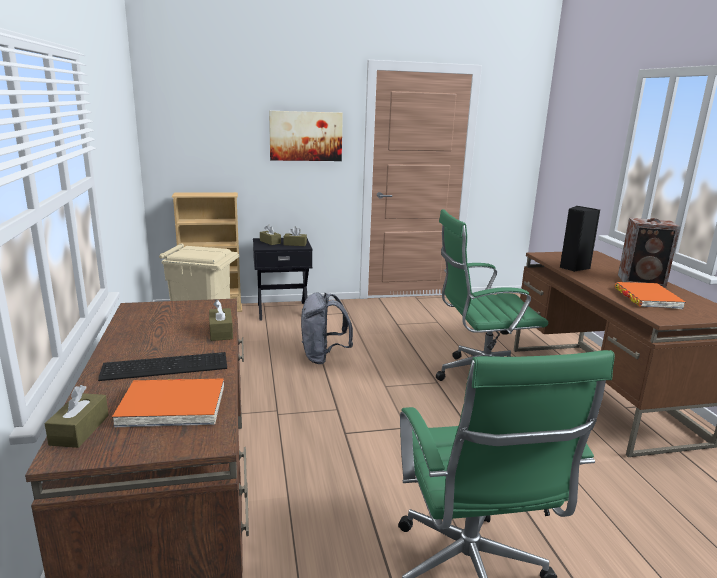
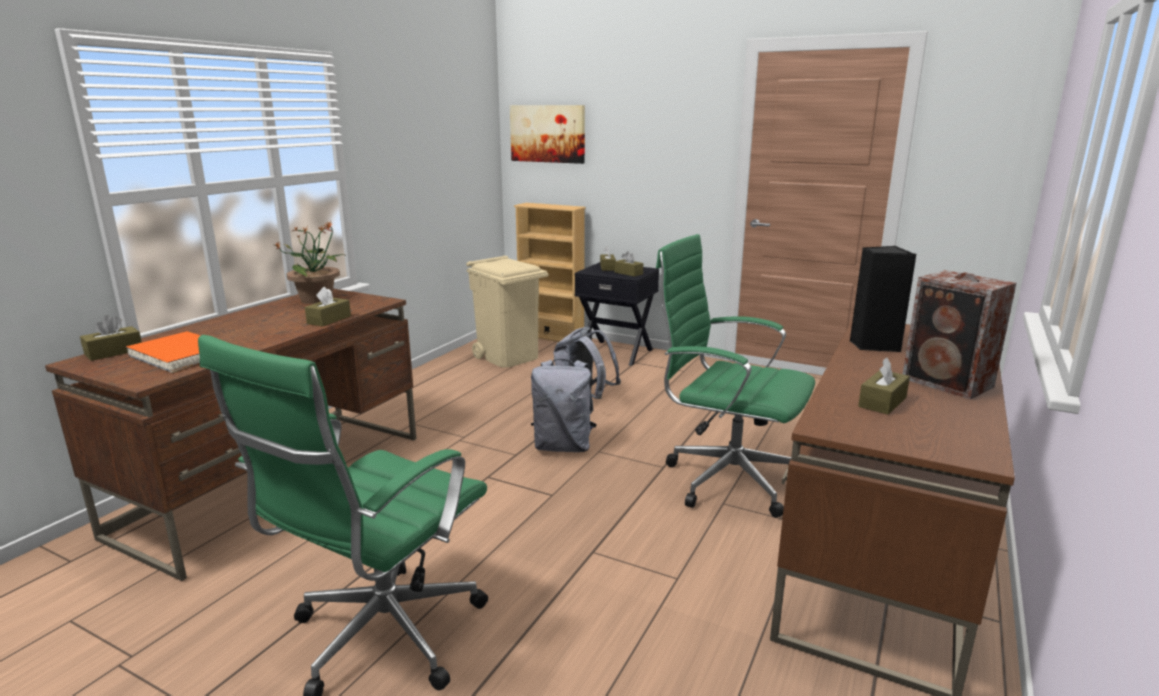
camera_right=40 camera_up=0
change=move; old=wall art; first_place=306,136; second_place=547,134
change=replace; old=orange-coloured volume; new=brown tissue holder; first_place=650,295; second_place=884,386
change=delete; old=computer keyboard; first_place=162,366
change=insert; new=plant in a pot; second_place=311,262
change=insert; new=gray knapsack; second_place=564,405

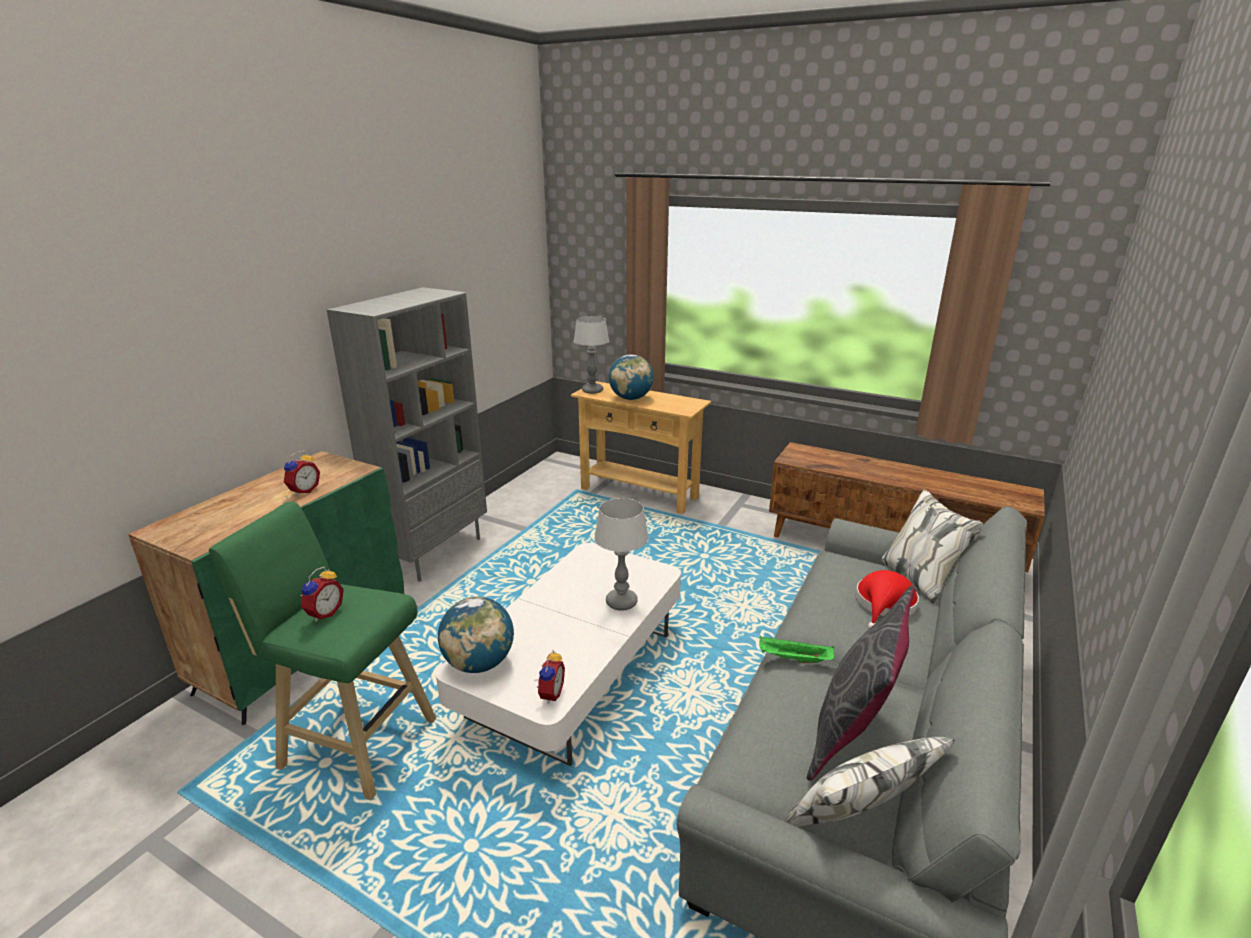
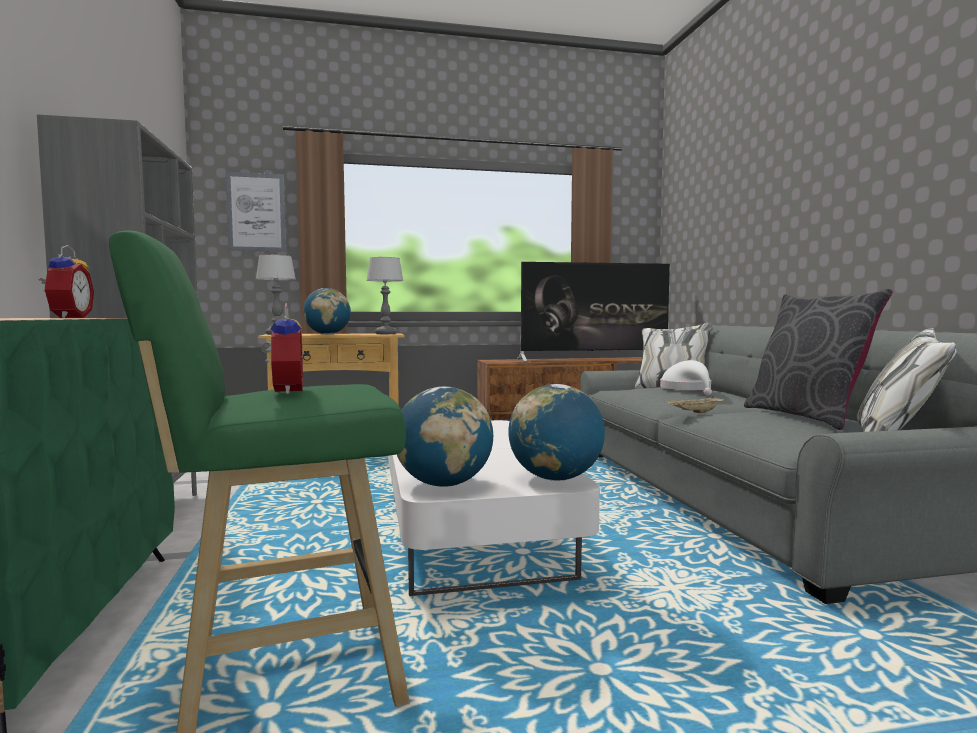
camera_right=-40 camera_up=-20
change=move; old=table lamp; first_place=621,554; second_place=385,295
change=recolor; old=red-coloured clothing hat; new=whitish clothing hat; first_place=887,599; second_place=686,378
change=recolor; old=green tray; new=beige tray; first_place=796,649; second_place=694,404
change=replace; old=table clock; new=desk globe; first_place=549,677; second_place=556,432
change=insert; new=wall art; second_place=256,212
change=insert; new=television; second_place=593,312

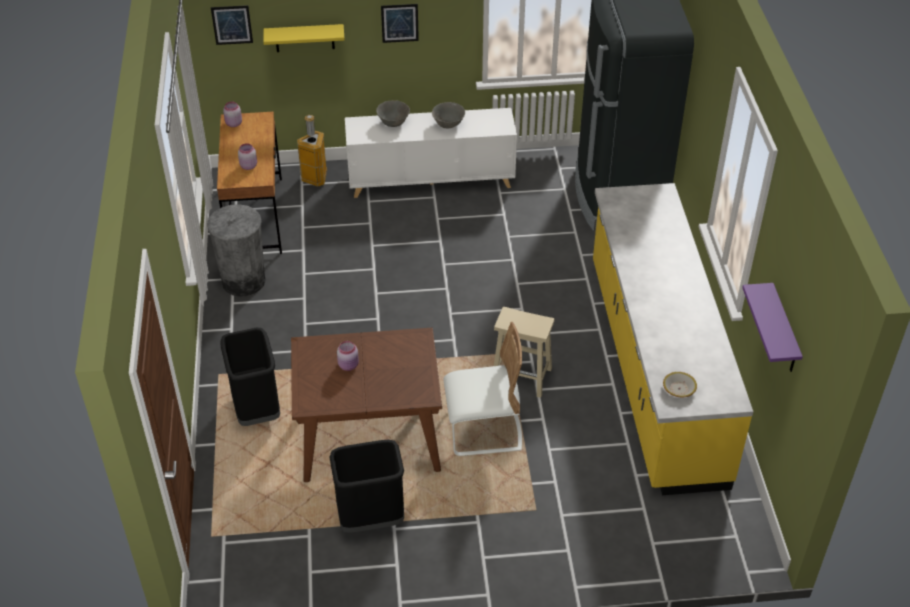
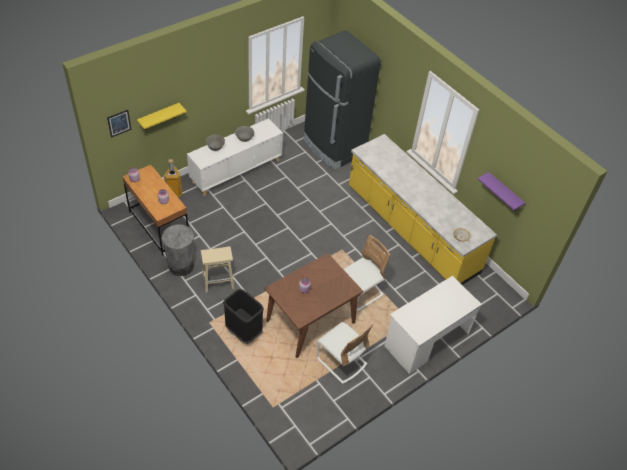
camera_right=-35 camera_up=5
change=delete; old=wall art; first_place=400,23
change=move; old=beige stool seat; first_place=524,352; second_place=217,269
change=replace; old=blackish waste bin; new=whitish plain chair; first_place=367,486; second_place=344,353
change=insert; new=whitish desk table; second_place=433,325

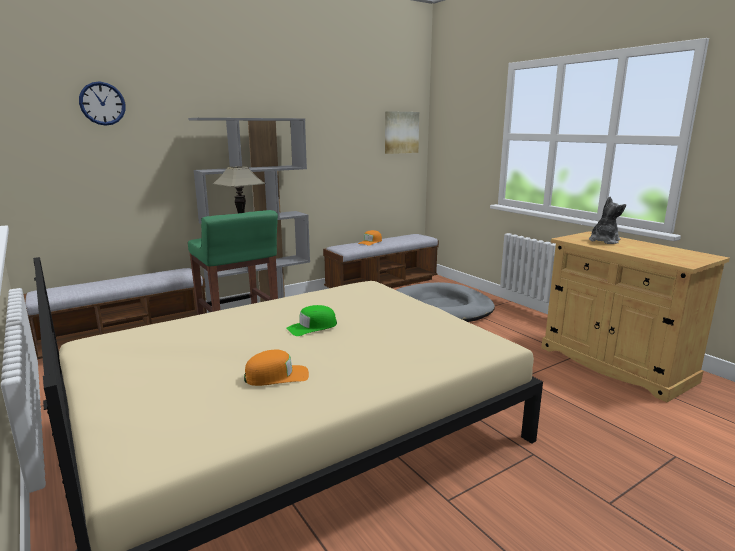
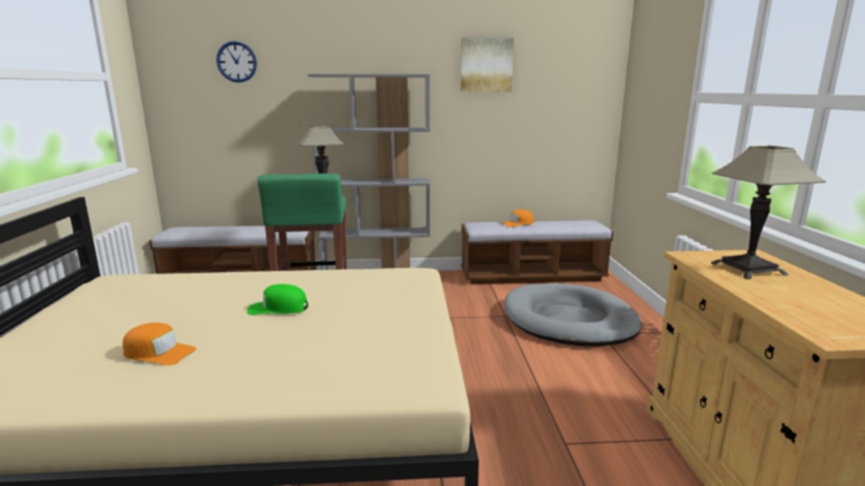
camera_right=30 camera_up=0
change=move; old=wall art; first_place=402,132; second_place=487,64
change=replace; old=soft toy; new=table lamp; first_place=607,220; second_place=768,212

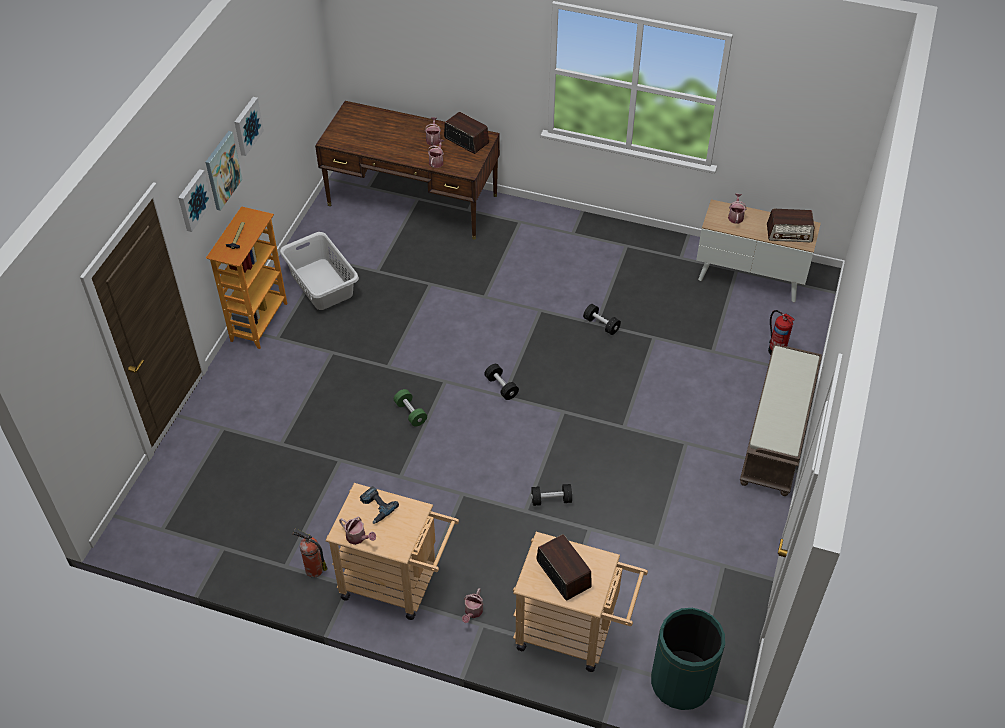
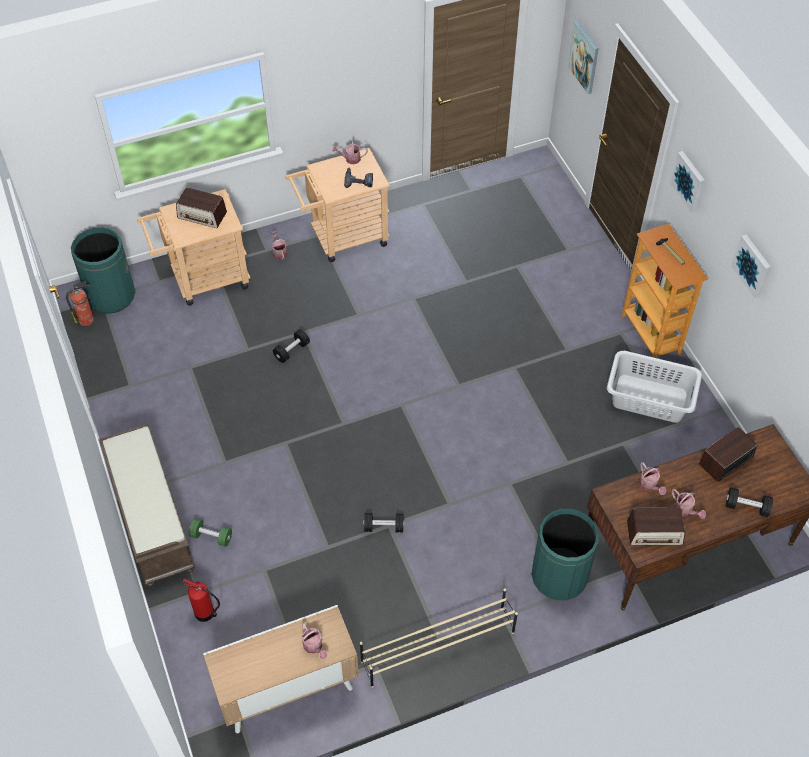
camera_right=140 camera_up=5
change=move; old=wall art; first_place=224,171; second_place=583,57
change=move; old=radio; first_place=791,225; second_place=728,454
change=move; old=blackish free weight; first_place=501,382; second_place=749,502
change=move; old=green free weight; first_place=410,408; second_place=210,532
change=move; old=fire extinguisher; first_place=309,553; second_place=80,303
change=insert; new=green waste bin; second_place=565,554
change=insert; new=beige shoe shelf; second_place=439,638

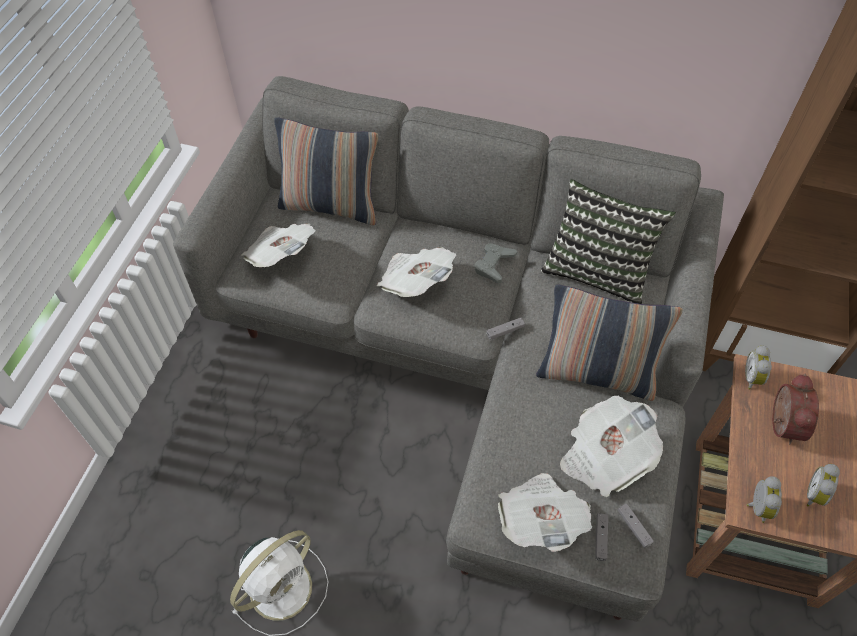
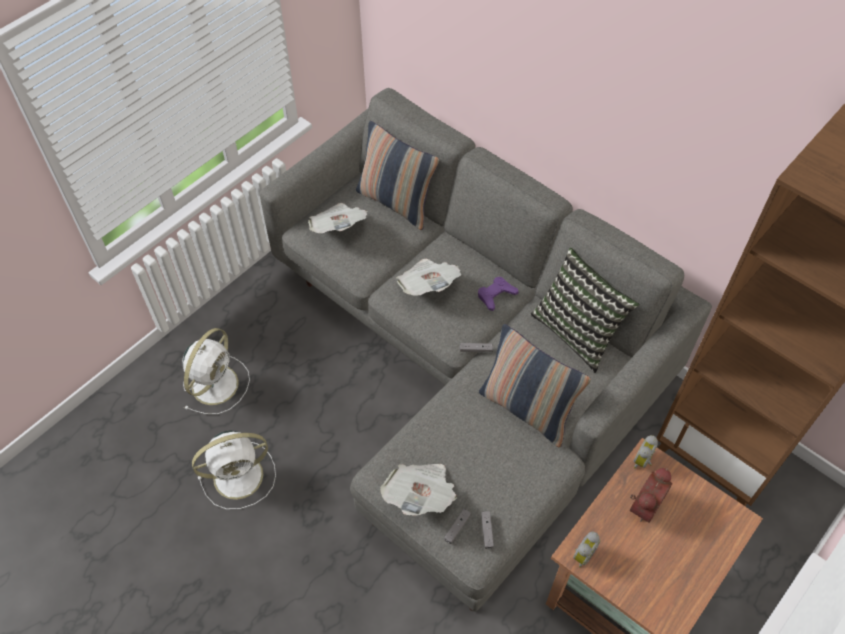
camera_right=25 camera_up=0
change=recolor; old=gray game controller; new=purple-coloured game controller; first_place=496,263; second_place=498,294
change=delete; old=newspaper; first_place=611,446
change=delete; old=table clock; first_place=823,485
change=insert; new=whitish cooling fan; second_place=216,371

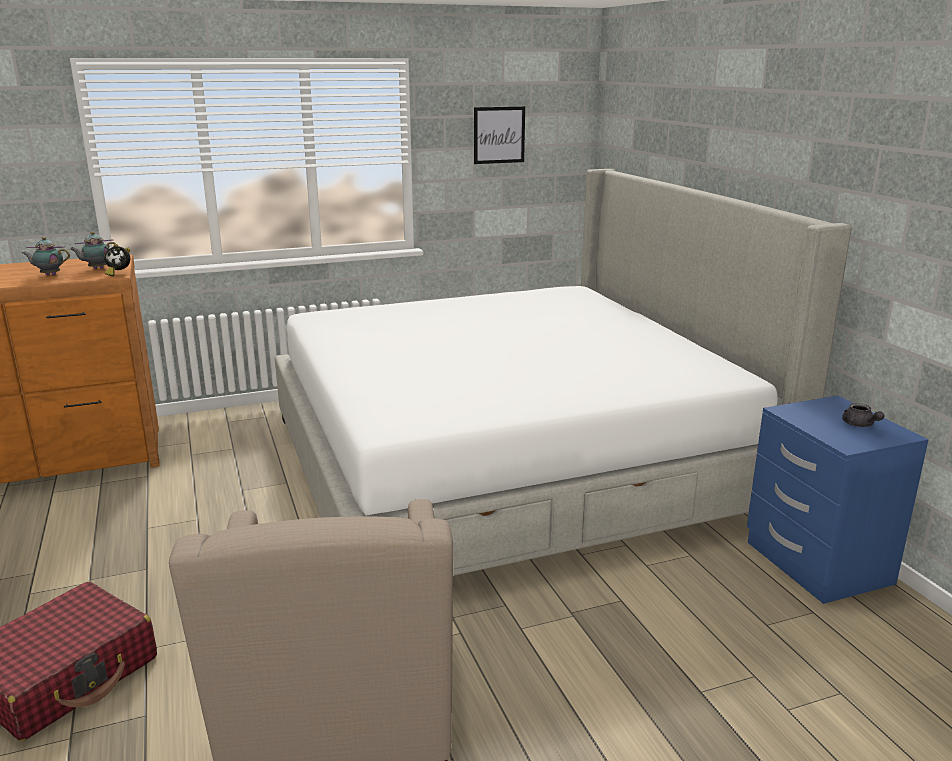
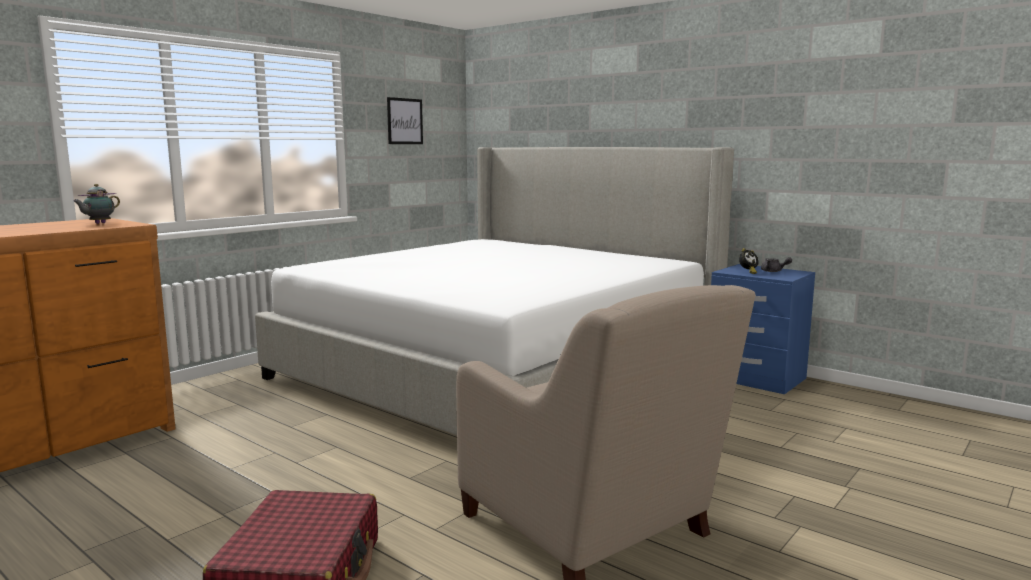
camera_right=-30 camera_up=-10
change=delete; old=tea pot; first_place=46,256
change=move; old=table clock; first_place=117,260; second_place=749,261

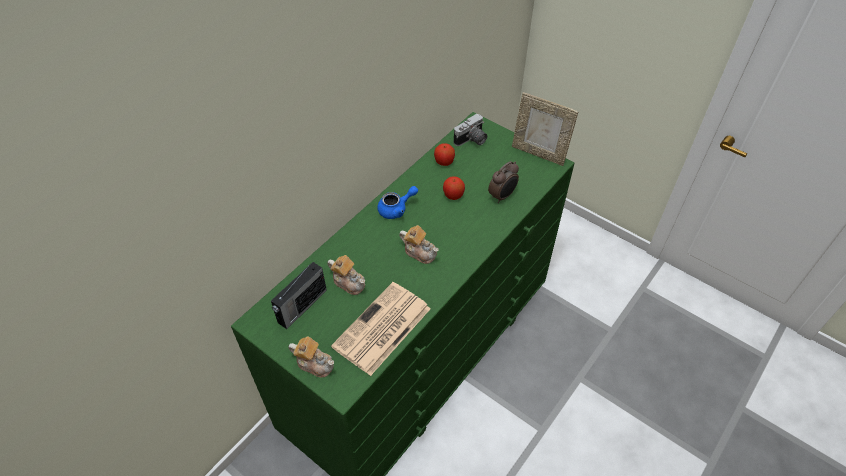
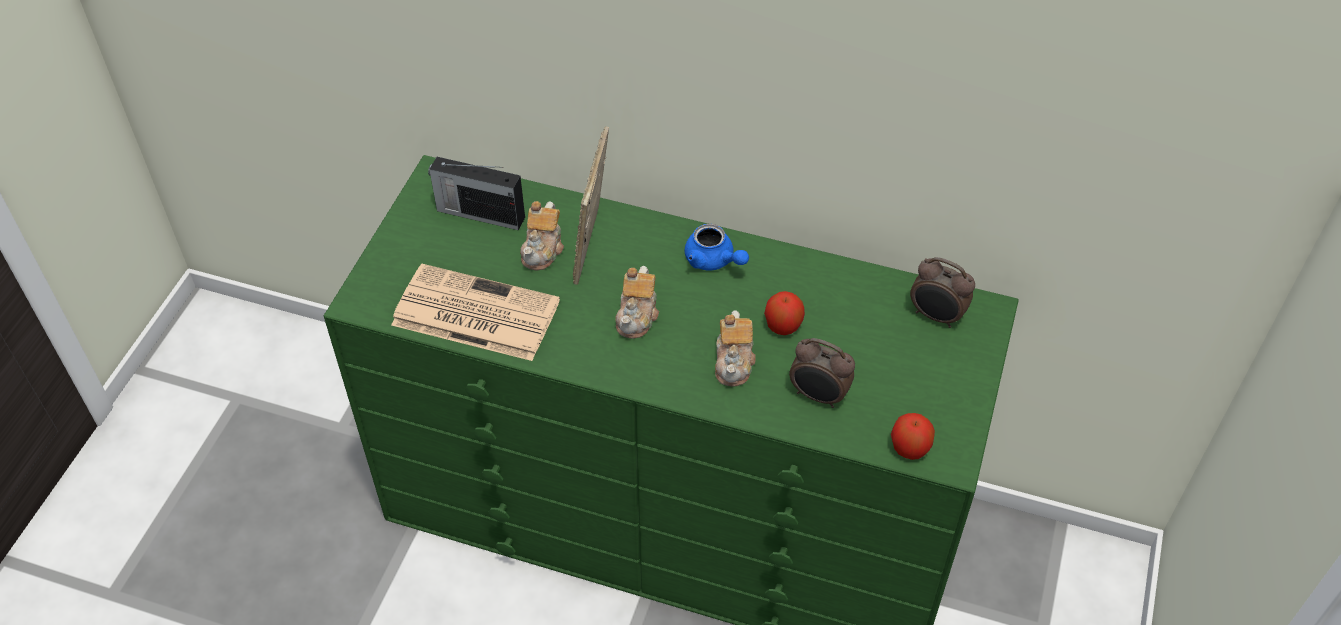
camera_right=70 camera_up=0
change=move; old=standing frame; first_place=545,129; second_place=591,205
change=replace; old=still camera; new=table clock; first_place=470,130; second_place=942,292
change=move; old=apple; first_place=444,154; second_place=913,436
change=move; old=tea pot; first_place=311,356; second_place=735,348

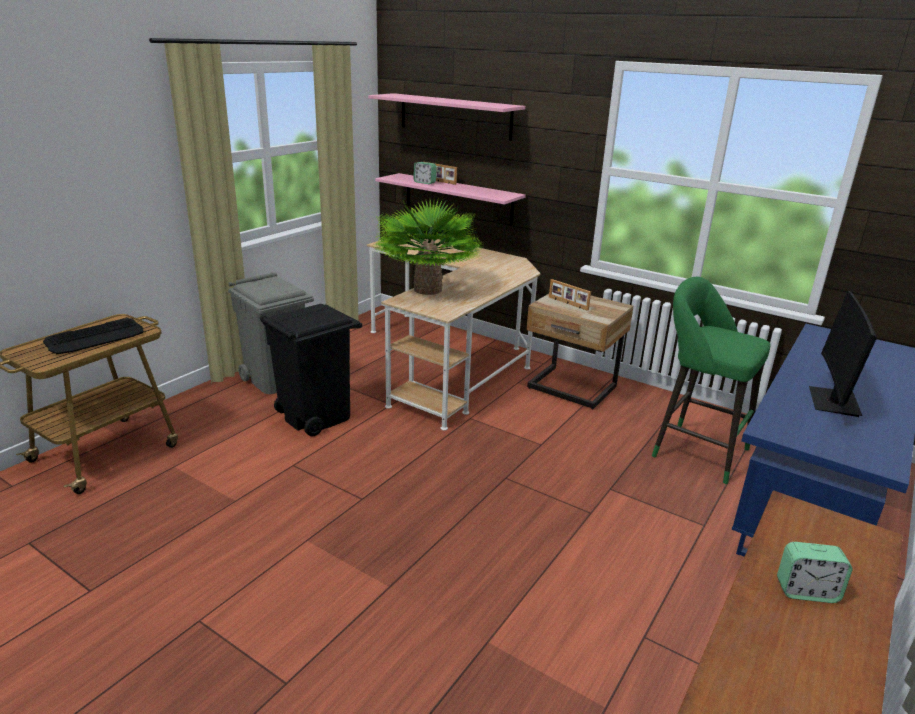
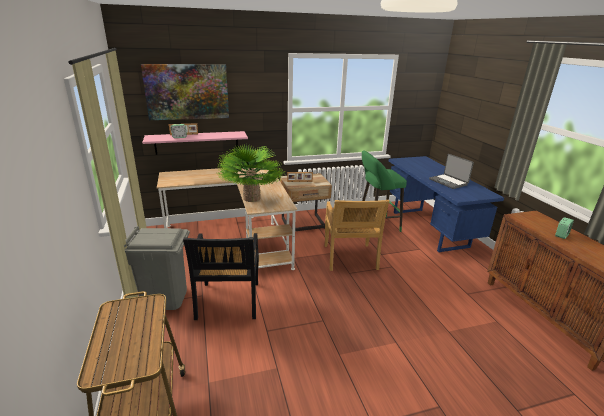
camera_right=-50 camera_up=0
change=replace; old=pink-coloured wall shelf; new=wall art; first_place=446,117; second_place=185,92
change=replace; old=computer screen; new=laptop; first_place=843,354; second_place=451,171
change=replace; old=blackish waste bin; new=blackish plain chair; first_place=311,370; second_place=221,276
change=delete; old=computer keyboard; first_place=93,336
change=insert; new=beige plain chair; second_place=357,235

